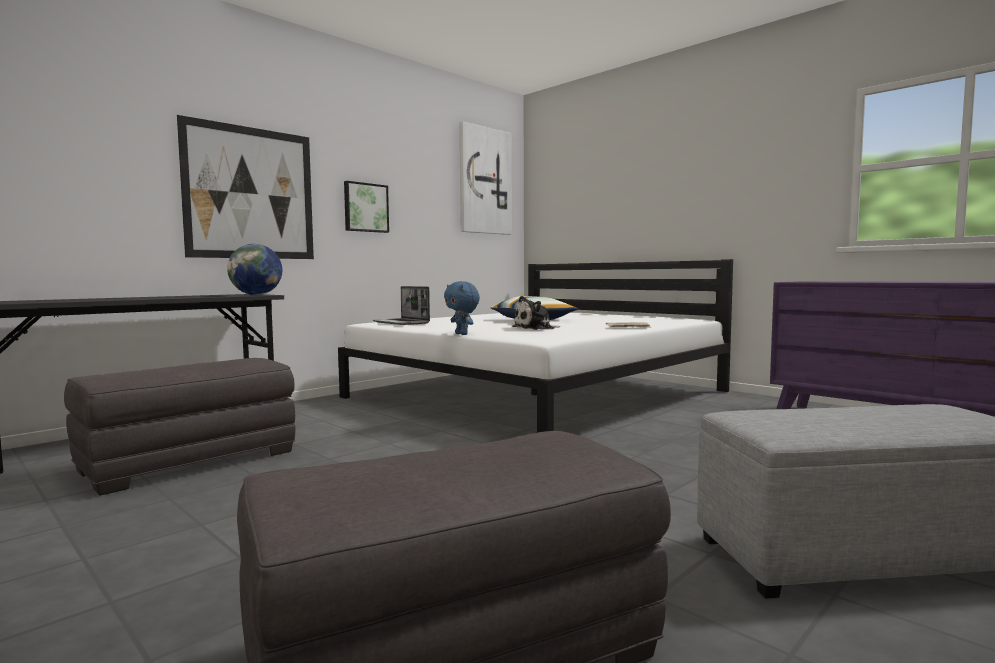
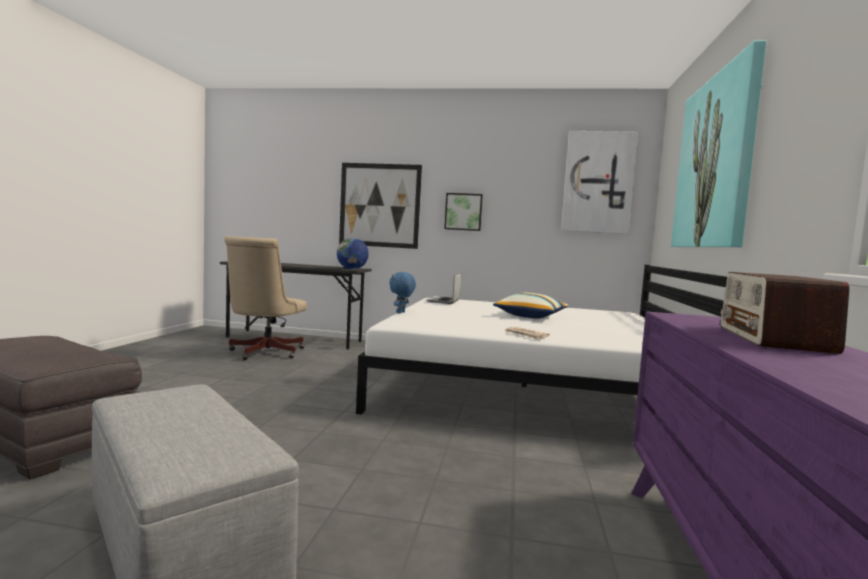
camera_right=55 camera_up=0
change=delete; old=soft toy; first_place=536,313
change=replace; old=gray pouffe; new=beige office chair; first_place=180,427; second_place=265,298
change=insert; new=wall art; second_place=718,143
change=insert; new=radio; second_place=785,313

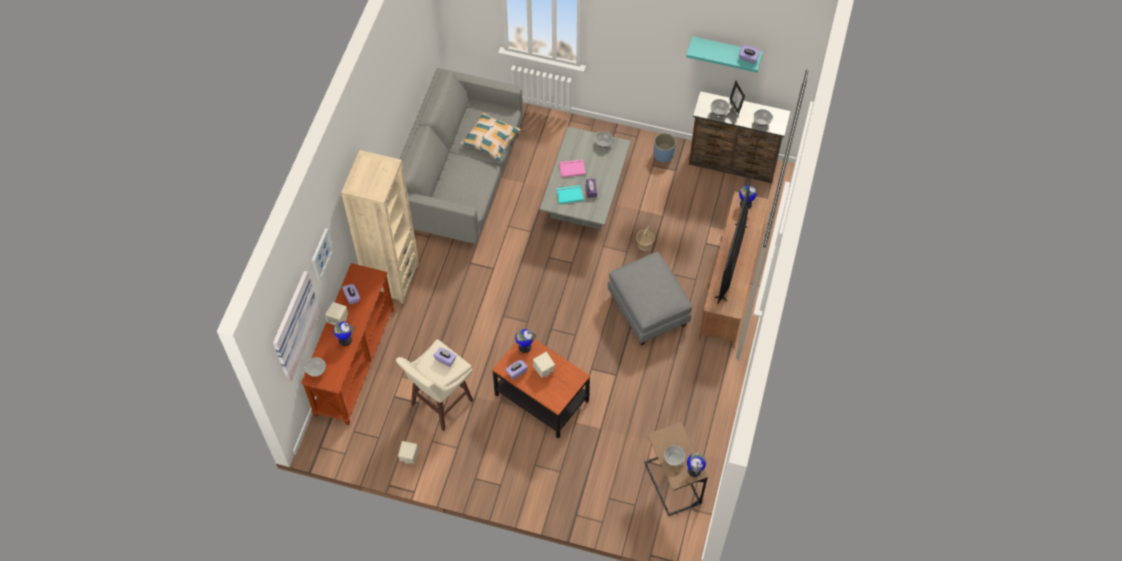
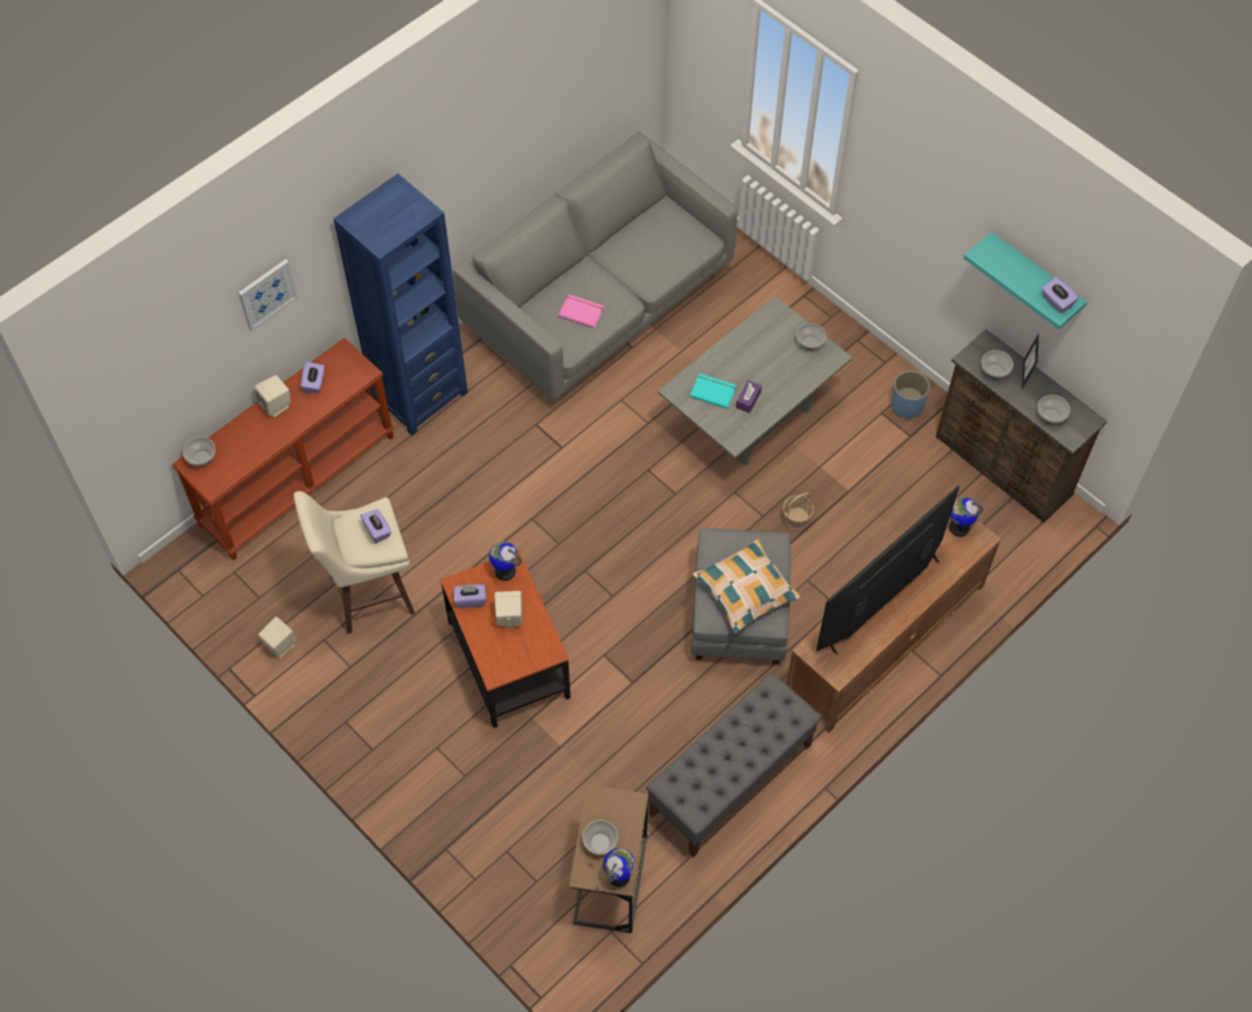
camera_right=30 camera_up=0
change=move; old=cushion; first_place=490,136; second_place=747,586
change=recolor; old=beige bookcase; new=blue bookcase; first_place=380,227; second_place=400,304
change=move; old=pink-coloured volume; first_place=572,168; second_place=581,311
change=delete; old=wall art; first_place=296,326
change=delete; old=desk globe; first_place=344,334
change=insert; new=gray long seat; second_place=733,764

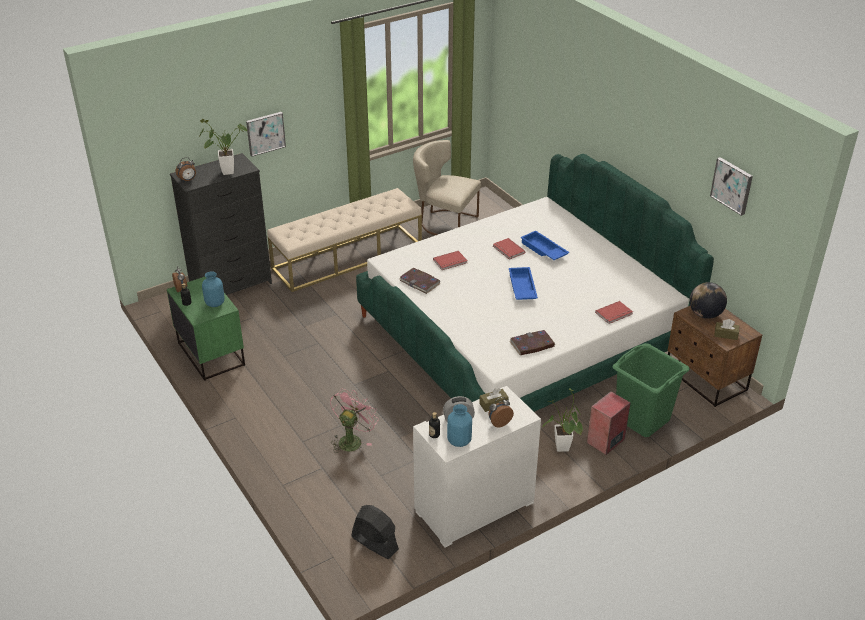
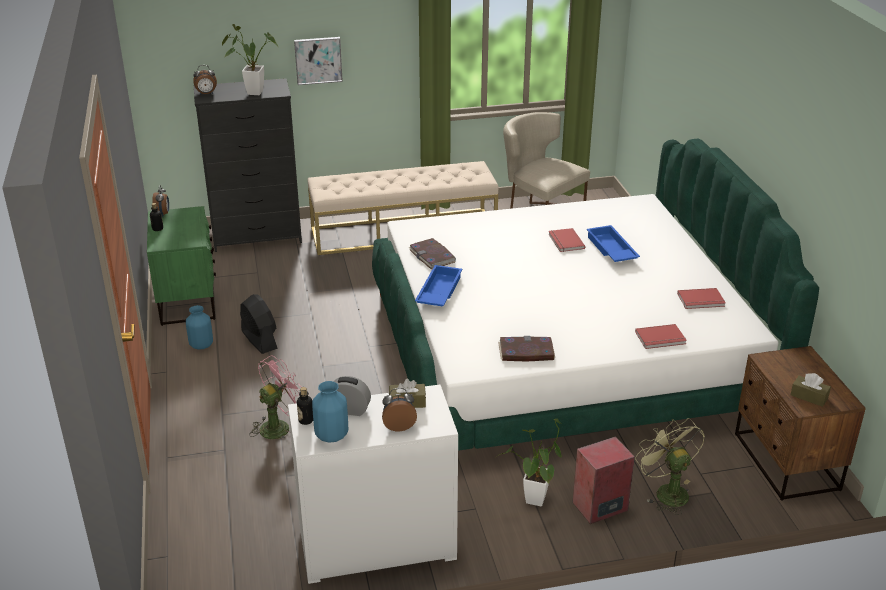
camera_right=20 camera_up=-5
change=delete; old=wall art; first_place=731,186
change=move; old=red-coloured volume; first_place=450,260; second_place=701,298
change=move; old=blue tray; first_place=523,283; second_place=438,286
change=move; old=blue flower vase; first_place=213,289; second_place=199,327
change=delete; old=desk globe; first_place=708,300
change=replace; old=green hamper; new=green cooling fan; first_place=651,390; second_place=670,466
change=move; old=blackish cooling fan; first_place=375,532; second_place=259,324

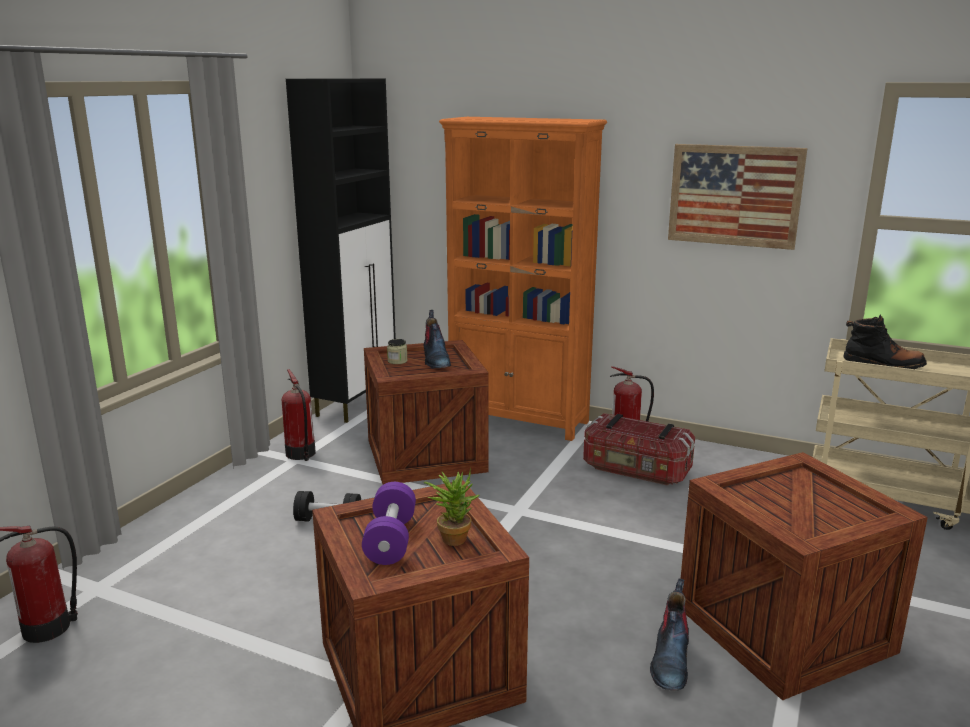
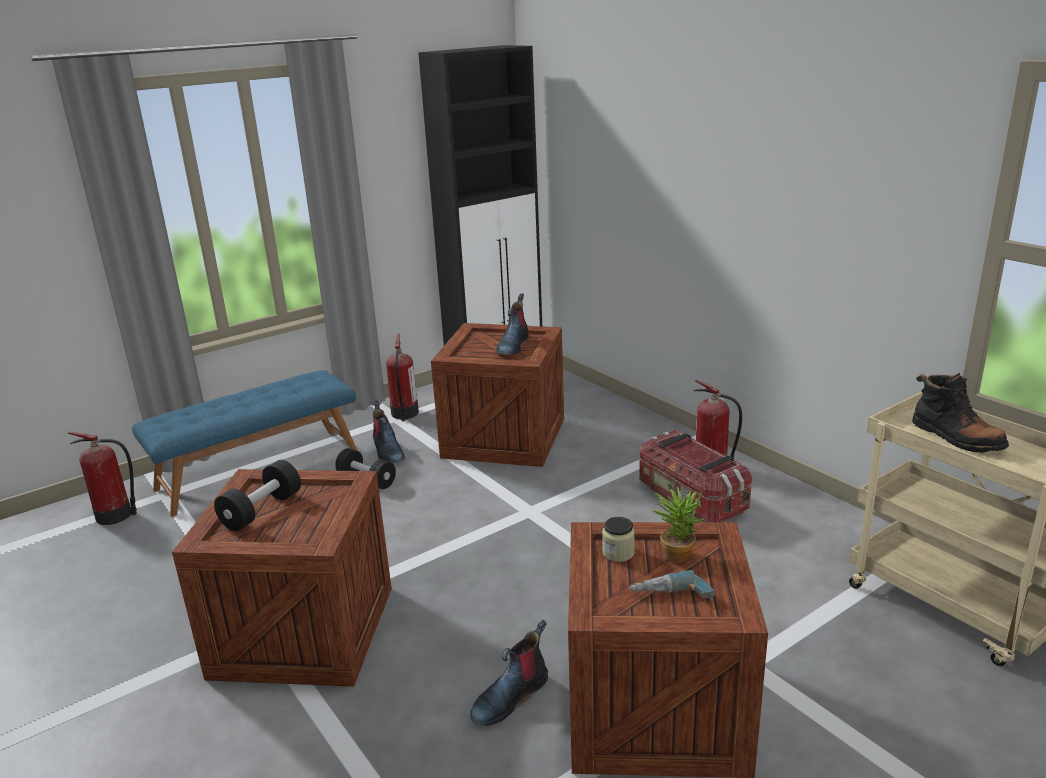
camera_right=30 camera_up=5
change=delete; old=orange-coloured bookcase; first_place=523,279
change=delete; old=wall art; first_place=737,197
change=move; old=jar; first_place=397,351; second_place=618,539
change=move; old=plant in a pot; first_place=451,507; second_place=678,524
change=recolor; old=purple-coloured free weight; new=blackish free weight; first_place=389,523; second_place=257,495
change=insert; new=blue long seat; second_place=245,443
change=insert; new=tall boot; second_place=389,432
change=insert; new=electric drill; second_place=672,585

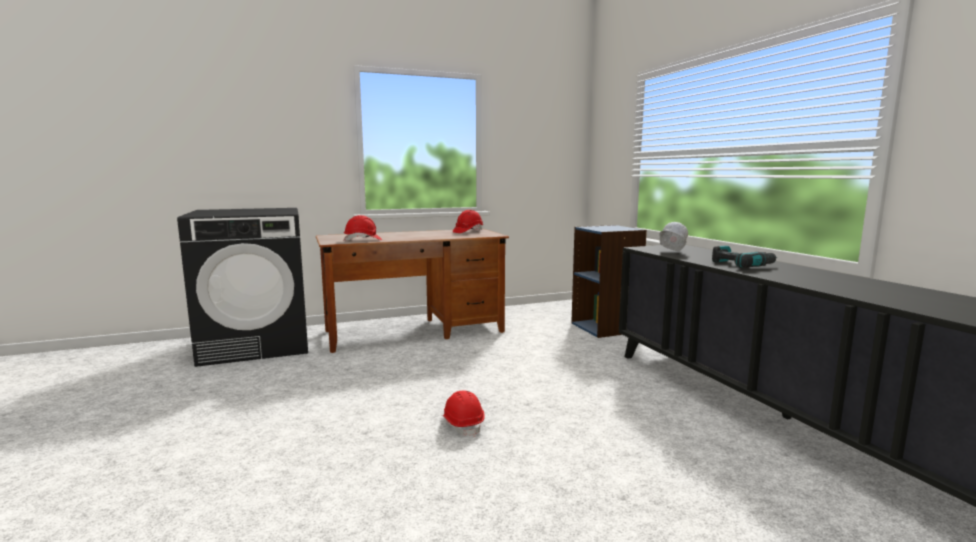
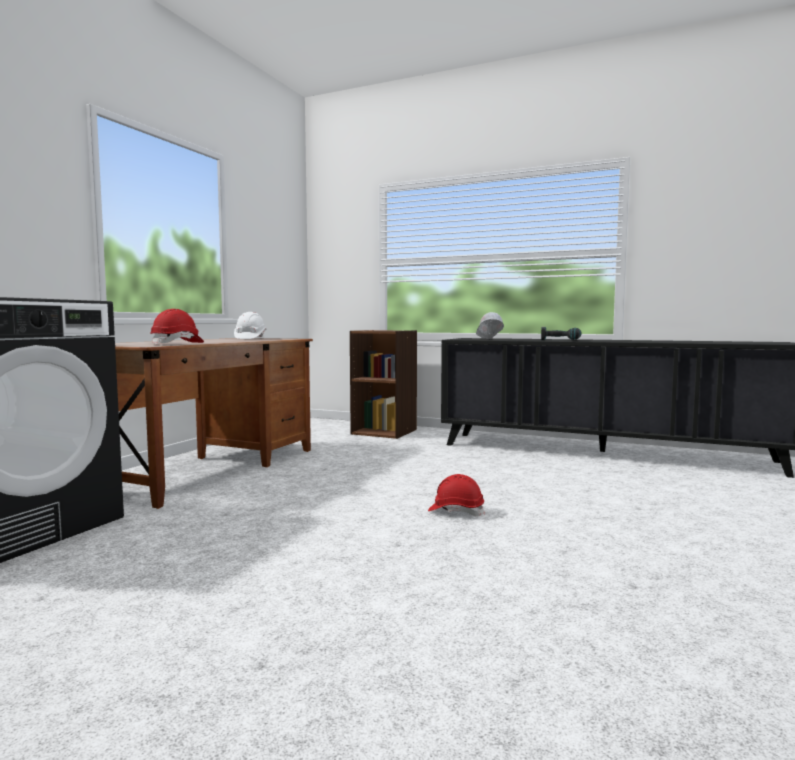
camera_right=-45 camera_up=-5
change=recolor; old=red-coloured safety helmet; new=whitish safety helmet; first_place=468,221; second_place=250,325
change=recolor; old=blue bookcase; new=brown bookcase; first_place=609,281; second_place=383,384

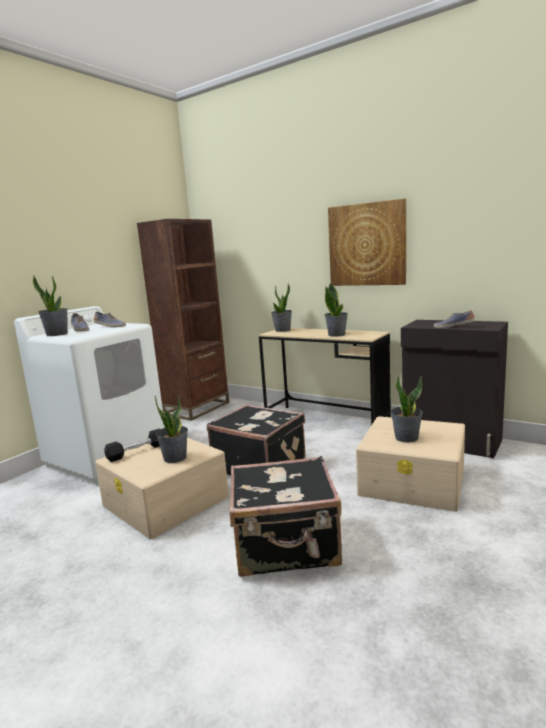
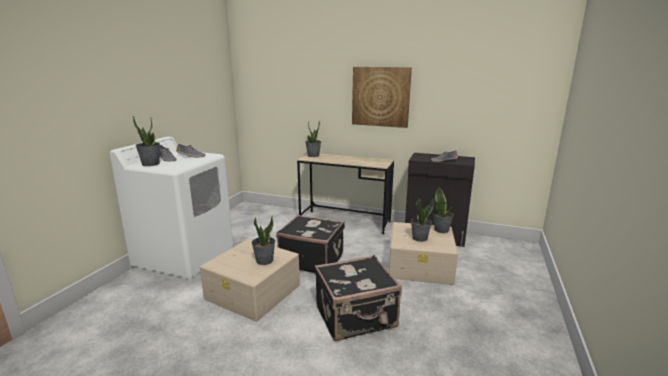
camera_right=-15 camera_up=5
change=delete; old=brown bookcase; first_place=183,320
change=move; old=plant in a pot; first_place=336,310; second_place=443,210
change=delete; old=blackish free weight; first_place=132,445

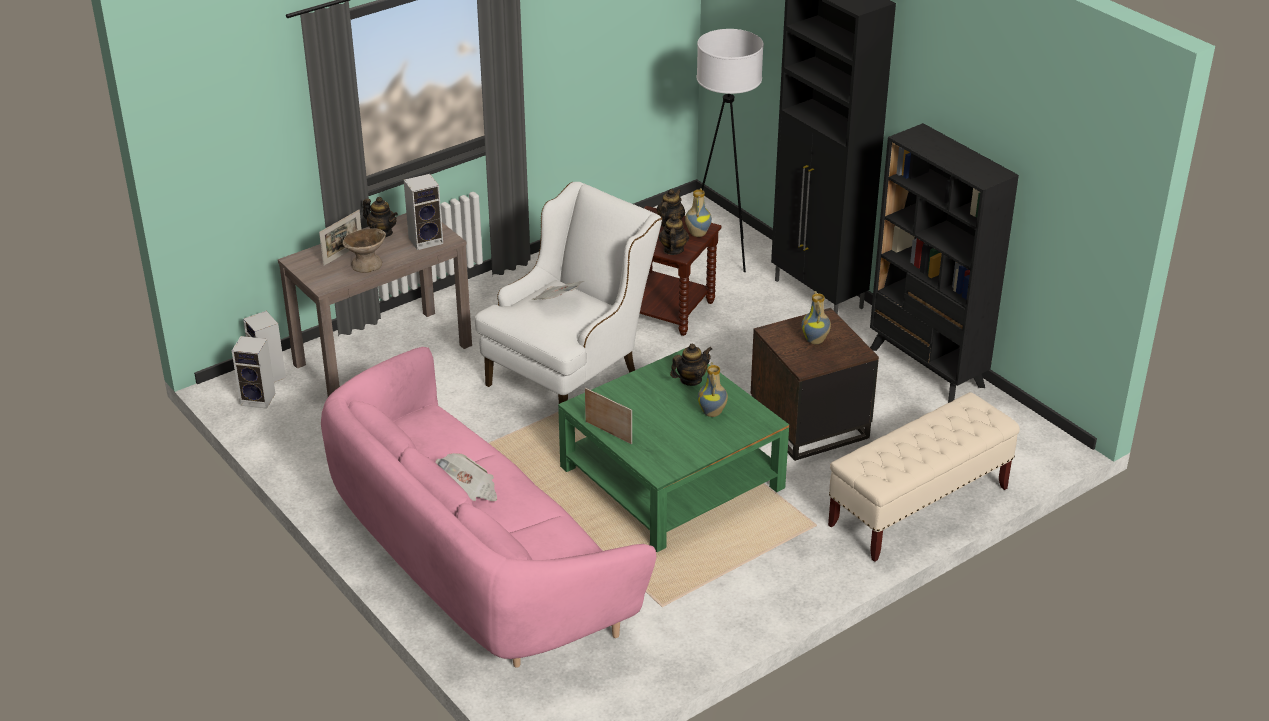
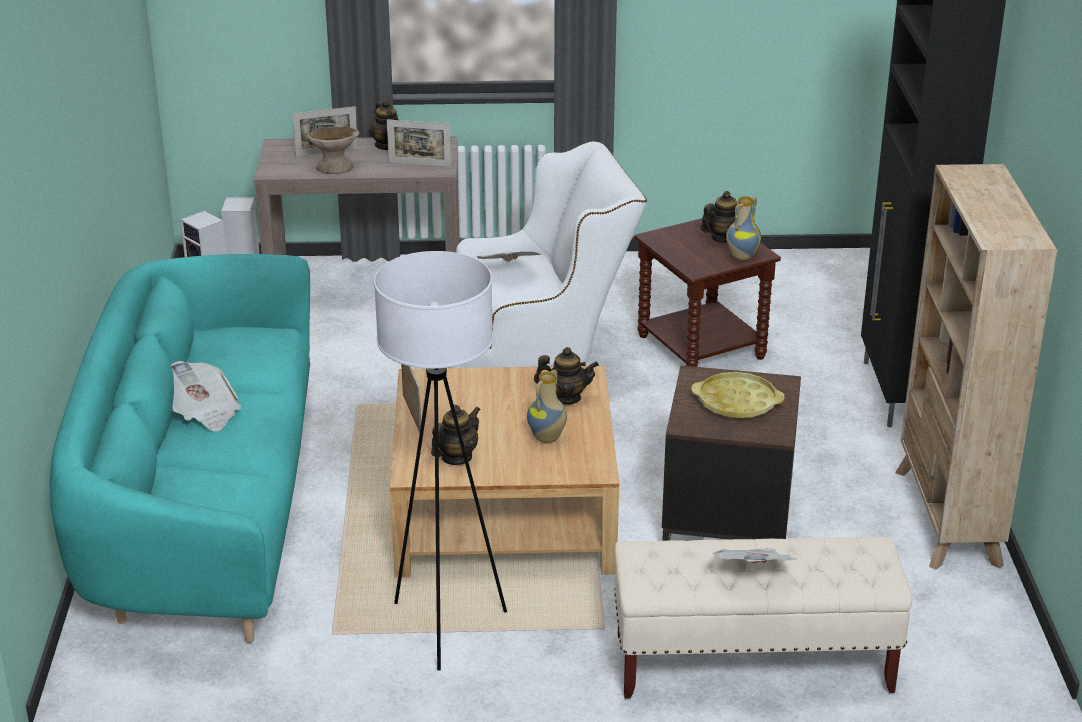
camera_right=35 camera_up=-5
change=move; old=whitish standing lamp; first_place=730,150; second_place=440,461
change=recolor; old=blackish bookcase; new=beige bookcase; first_place=944,263; second_place=976,367
change=replace; old=audio speaker; new=standing frame; first_place=423,212; second_place=419,143
change=move; old=tea pot; first_place=674,234; second_place=456,435
change=replace; old=flower vase; new=yellowish tray; first_place=816,317; second_place=738,395
change=recolor; old=pink-coloured settee; new=blue-green settee; first_place=488,507; second_place=180,448
change=recolor; old=green coffee table; new=beige coffee table; first_place=673,450; second_place=504,472
change=insert; new=newspaper; second_place=754,556

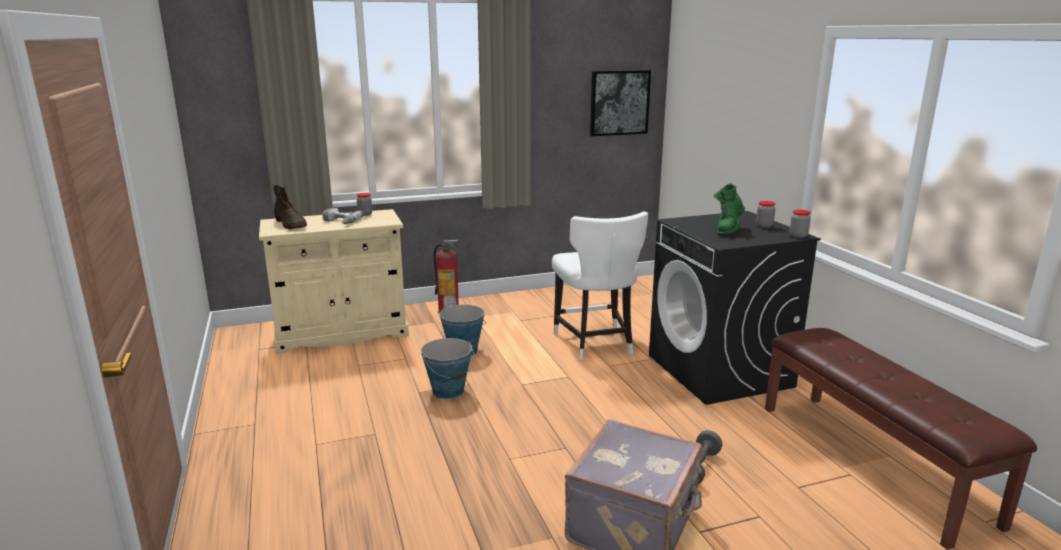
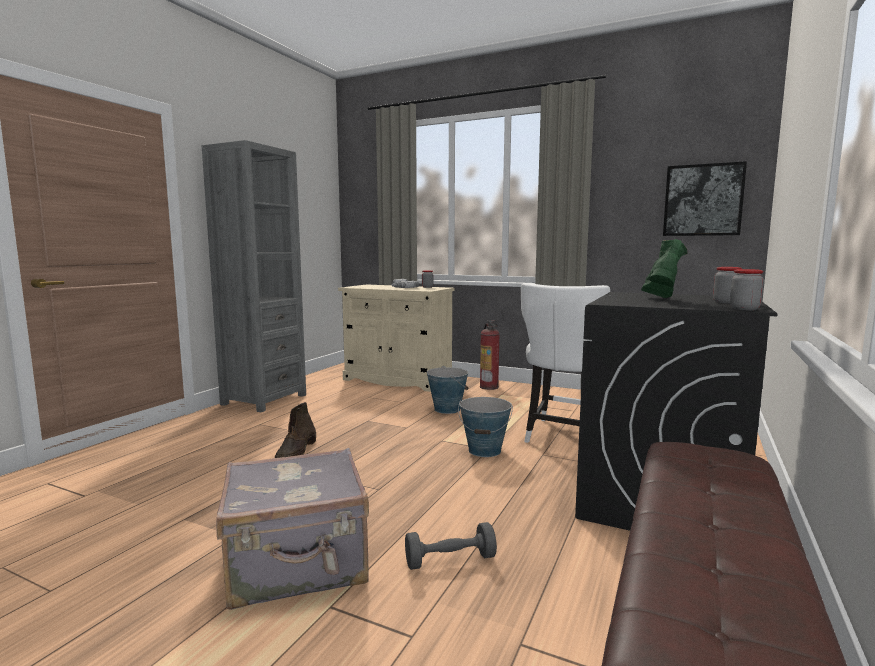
camera_right=45 camera_up=-10
change=rotate; old=green tall boot; first_place=729,209; second_place=664,268; degrees=120
change=move; old=brown tall boot; first_place=290,207; second_place=295,430
change=move; old=water bucket; first_place=447,368; second_place=485,427
change=insert; new=gray bookcase; second_place=254,276

